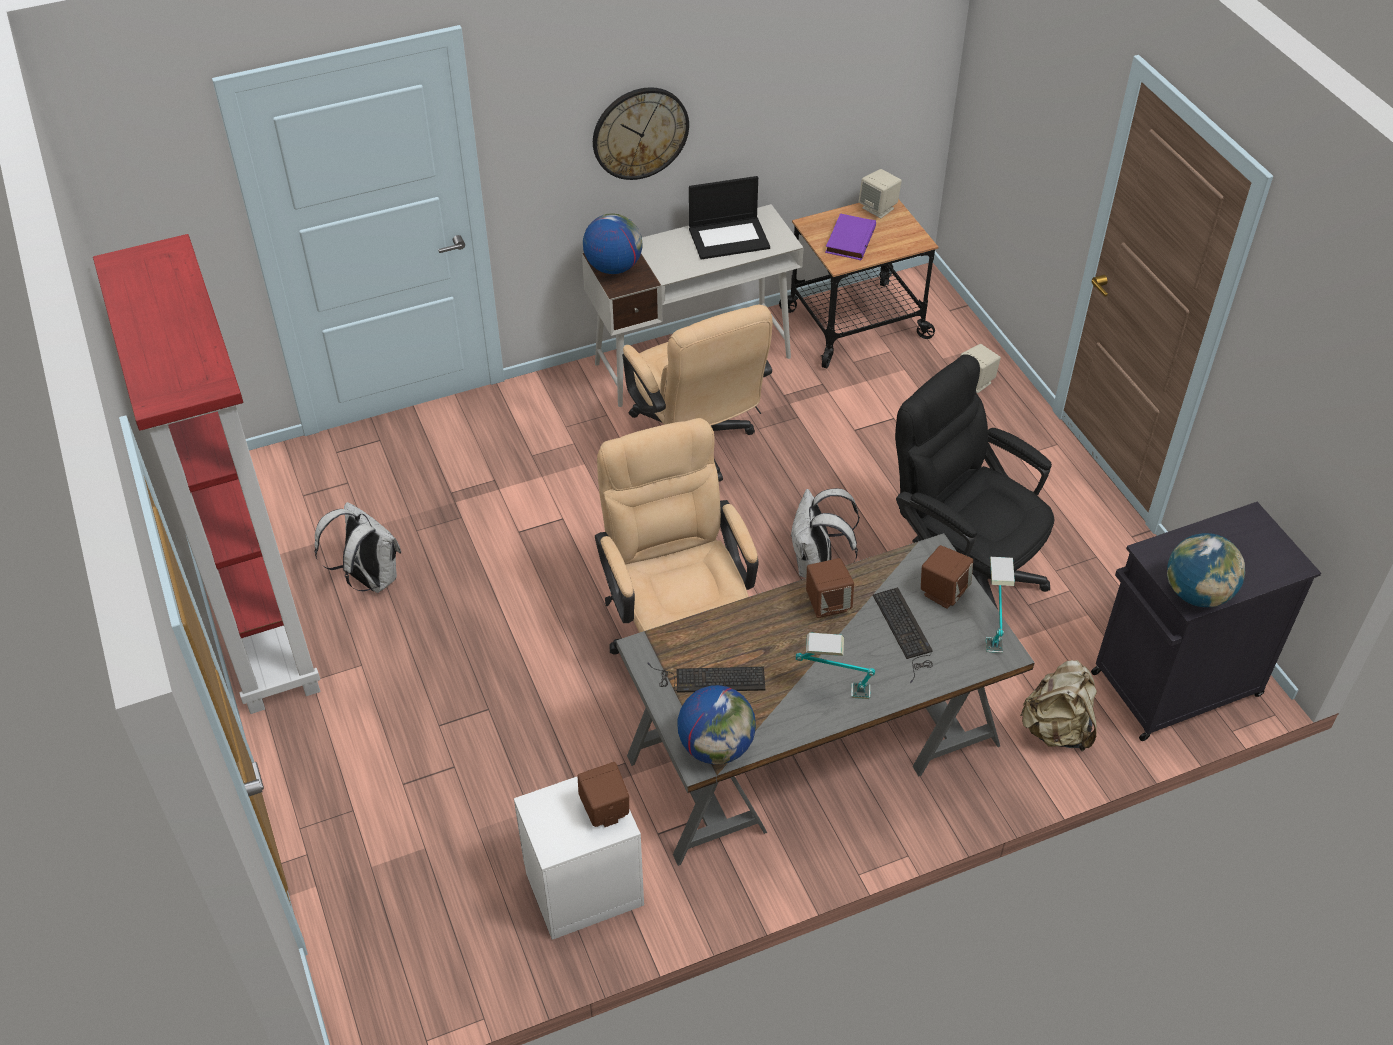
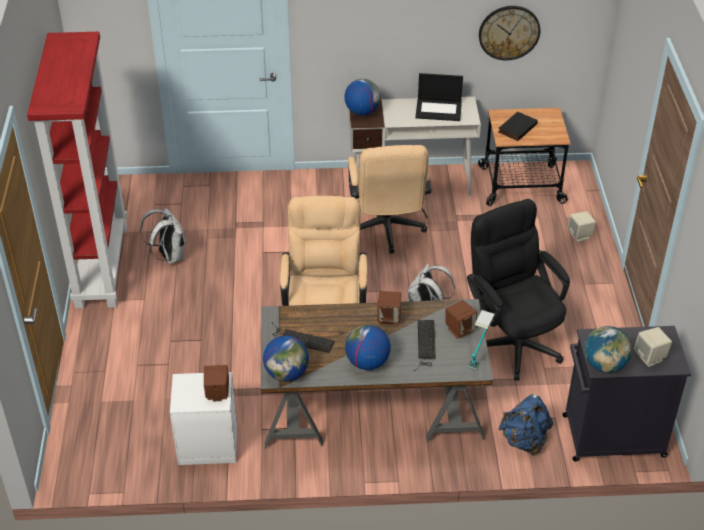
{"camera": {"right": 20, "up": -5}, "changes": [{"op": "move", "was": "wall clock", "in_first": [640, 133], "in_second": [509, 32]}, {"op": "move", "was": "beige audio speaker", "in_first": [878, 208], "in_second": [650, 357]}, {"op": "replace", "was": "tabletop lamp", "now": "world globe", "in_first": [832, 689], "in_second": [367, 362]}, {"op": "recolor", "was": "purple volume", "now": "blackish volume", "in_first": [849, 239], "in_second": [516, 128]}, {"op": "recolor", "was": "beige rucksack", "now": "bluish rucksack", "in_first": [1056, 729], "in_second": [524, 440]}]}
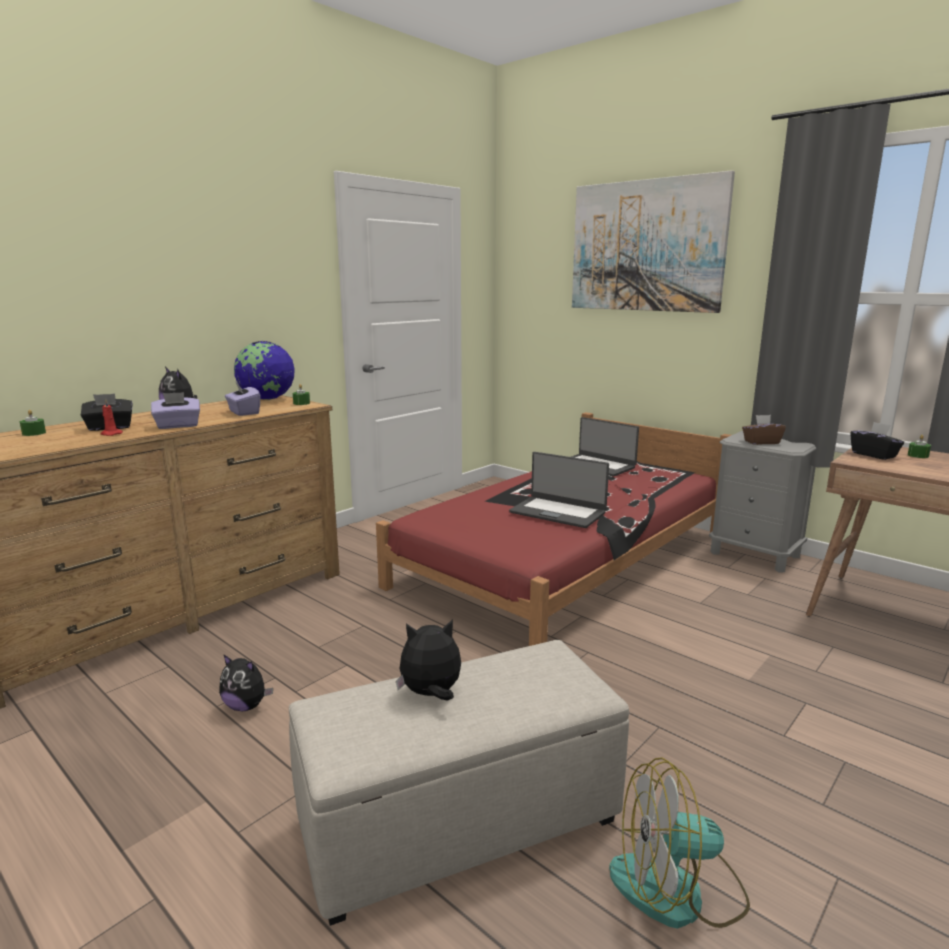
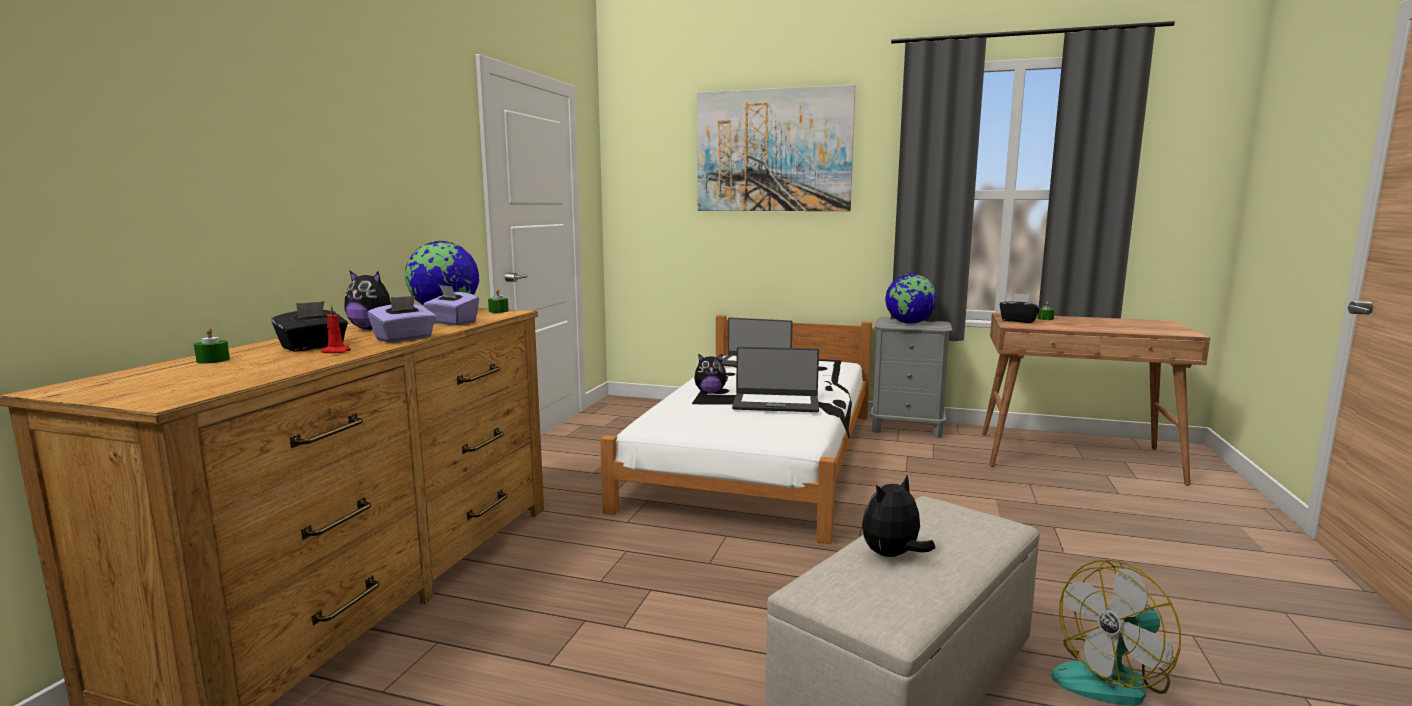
{"camera": {"right": -25, "up": -5}, "changes": [{"op": "move", "was": "soft toy", "in_first": [246, 706], "in_second": [710, 392]}, {"op": "replace", "was": "brown box of tissues", "now": "world globe", "in_first": [761, 442], "in_second": [909, 323]}, {"op": "recolor", "was": "red bed", "now": "white bed", "in_first": [566, 559], "in_second": [759, 456]}]}
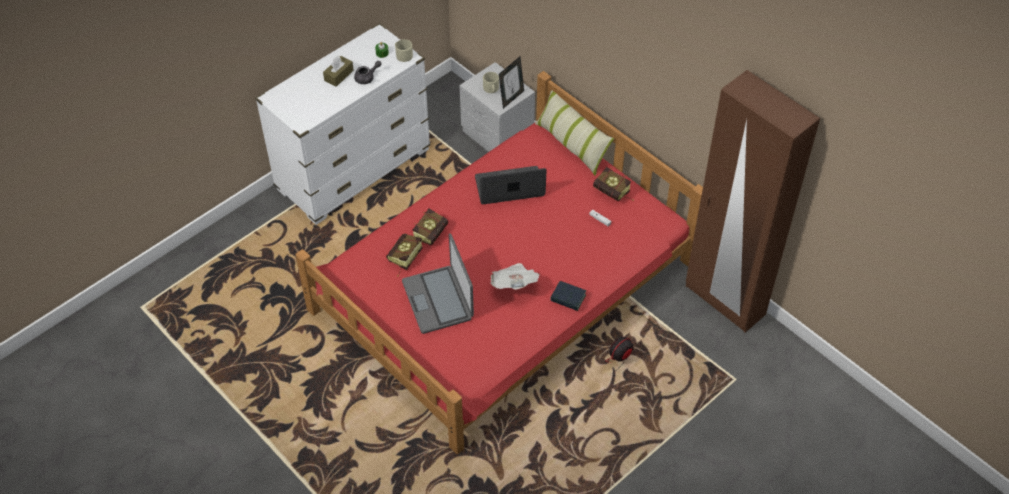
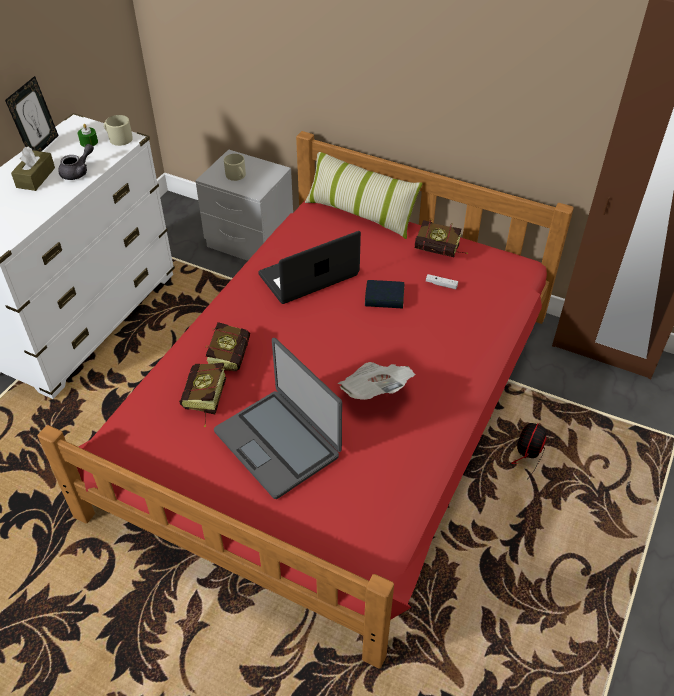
{"camera": {"right": -20, "up": -5}, "changes": [{"op": "move", "was": "picture frame", "in_first": [511, 98], "in_second": [41, 147]}, {"op": "move", "was": "volume", "in_first": [568, 298], "in_second": [384, 298]}]}
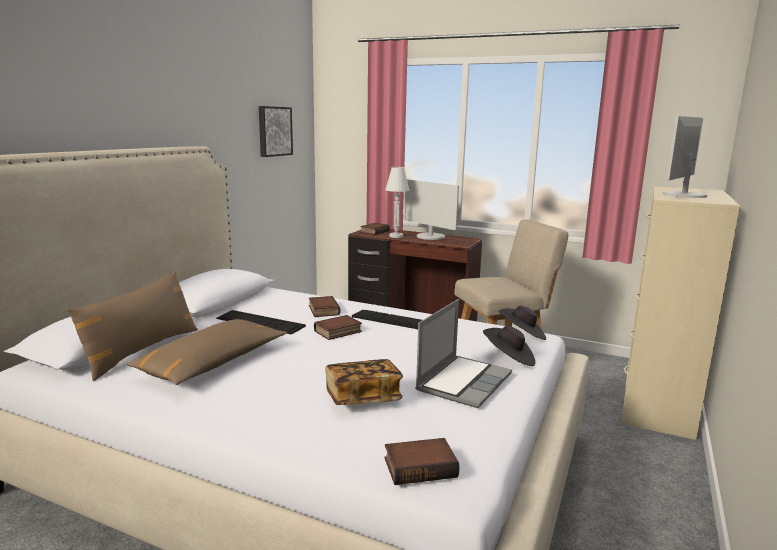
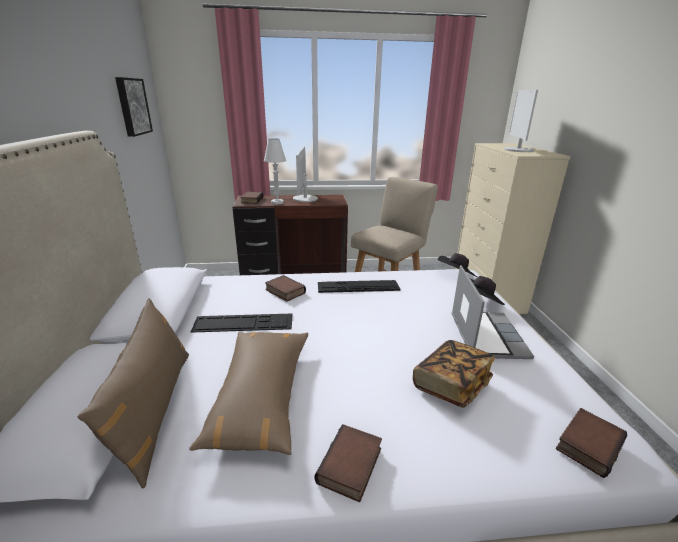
{"camera": {"right": -30, "up": 10}, "changes": [{"op": "move", "was": "volume", "in_first": [338, 332], "in_second": [351, 467]}, {"op": "rotate", "was": "computer screen", "in_first": [430, 237], "in_second": [304, 199], "clockwise": 75}]}
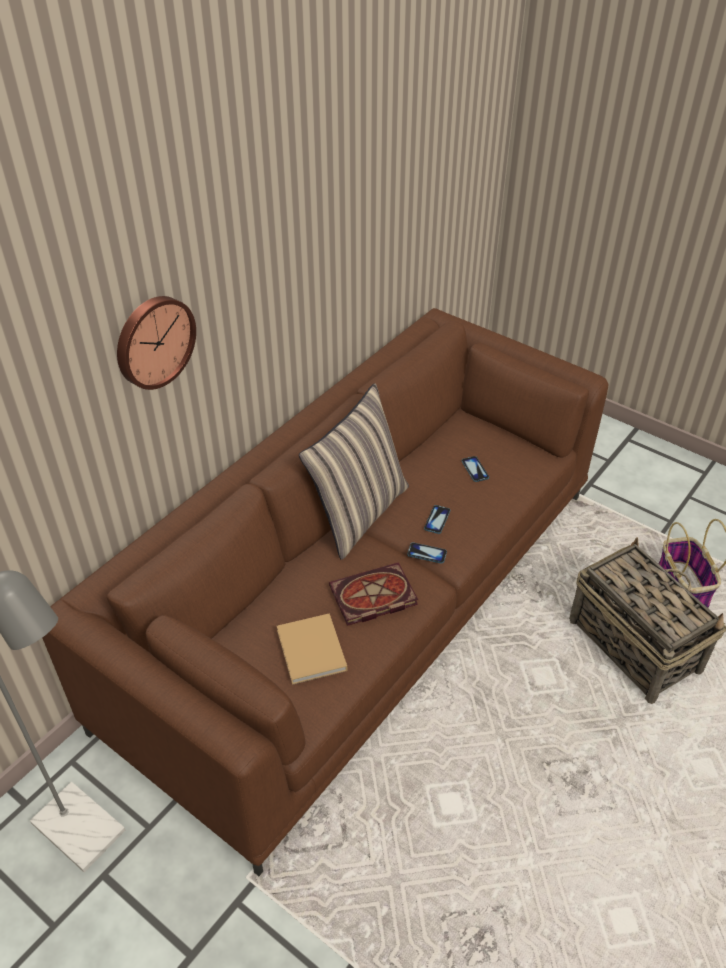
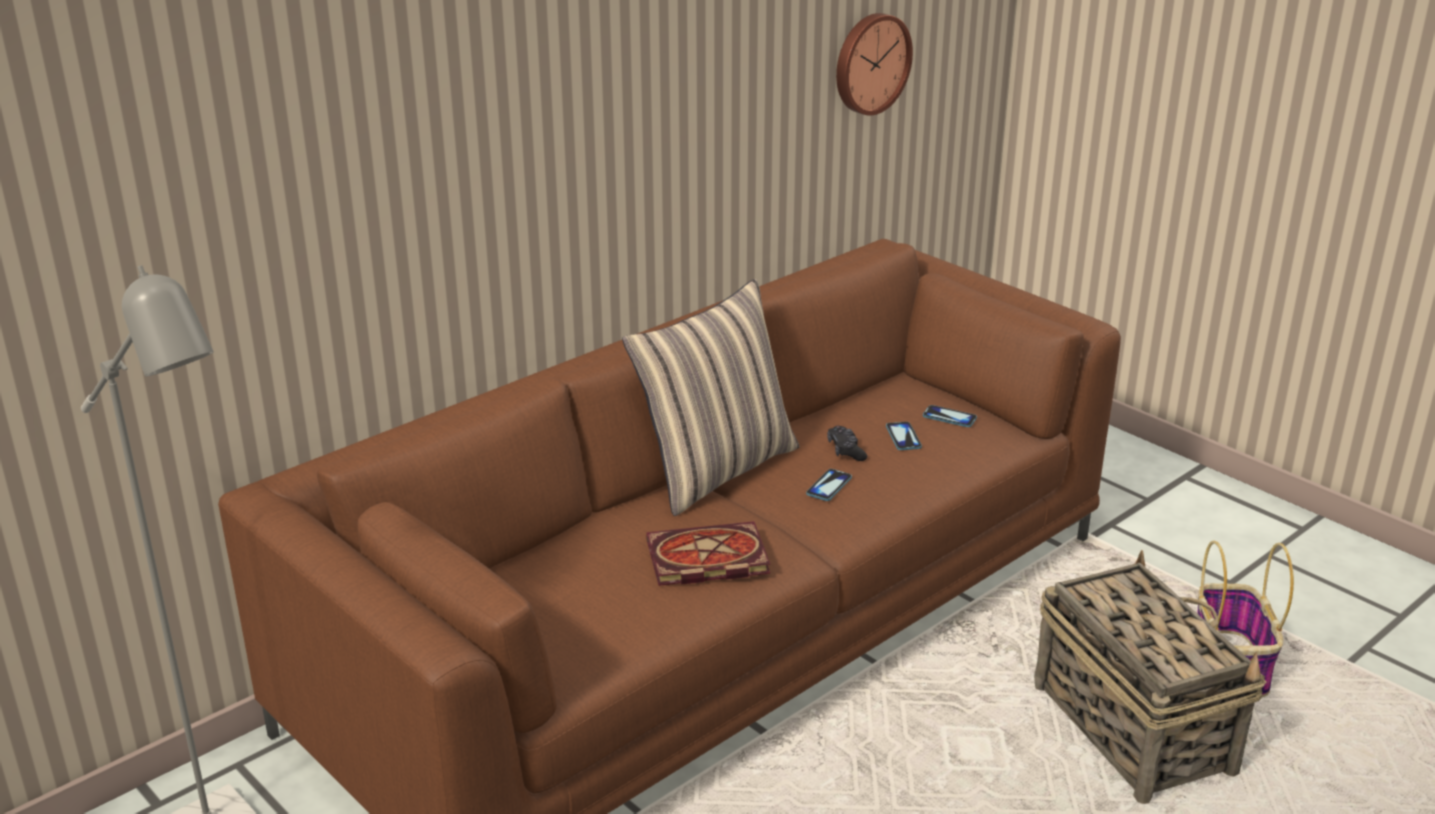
{"camera": {"right": 10, "up": -15}, "changes": [{"op": "delete", "was": "beige volume", "in_first": [312, 652]}, {"op": "insert", "now": "blackish game controller", "in_second": [846, 450]}, {"op": "move", "was": "wall clock", "in_first": [153, 341], "in_second": [870, 63]}, {"op": "move", "was": "telephone", "in_first": [427, 553], "in_second": [949, 417]}]}
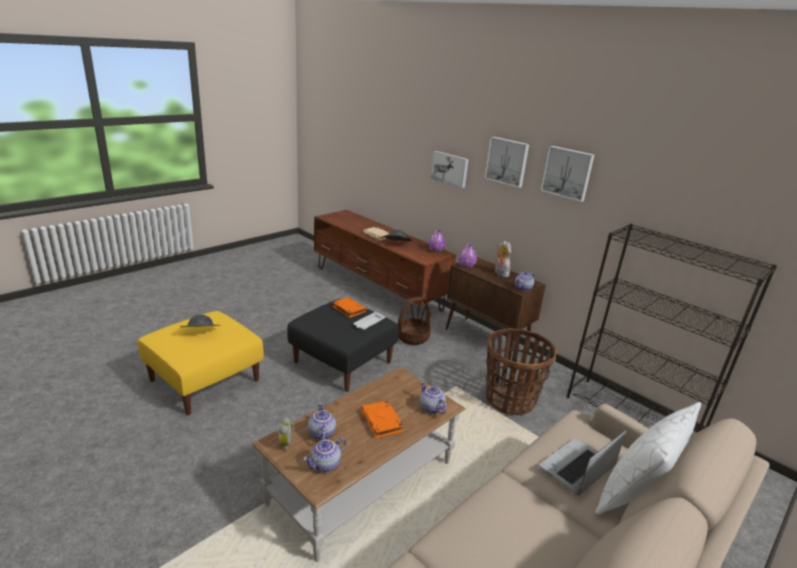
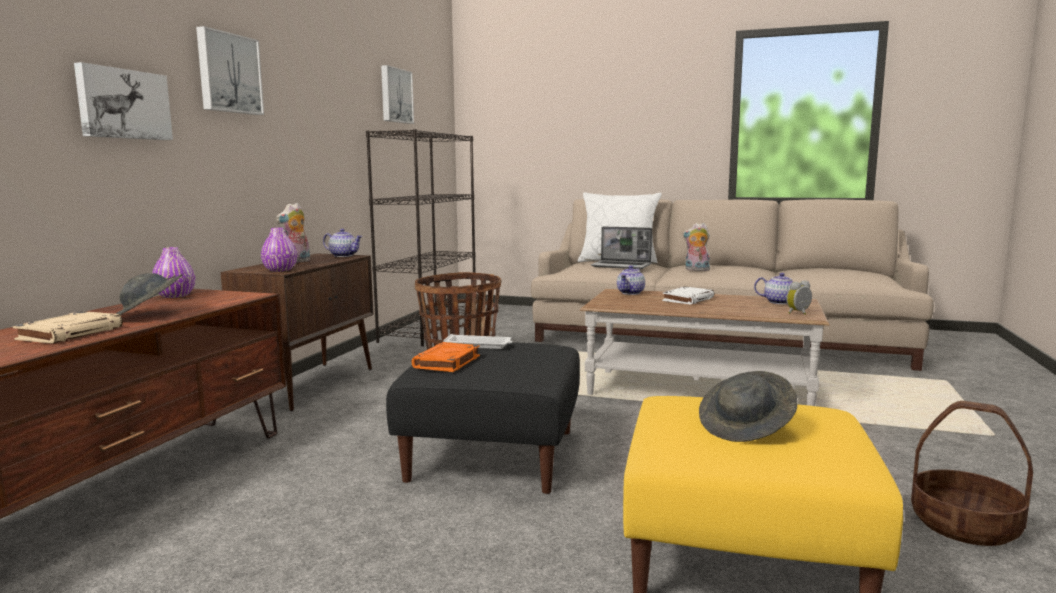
{"camera": {"right": -115, "up": -15}, "changes": [{"op": "delete", "was": "pot for tea", "in_first": [321, 433]}, {"op": "insert", "now": "soft toy", "in_second": [696, 270]}, {"op": "move", "was": "storage basket", "in_first": [412, 337], "in_second": [964, 525]}, {"op": "move", "was": "wall picture", "in_first": [567, 173], "in_second": [395, 95]}, {"op": "recolor", "was": "orange volume", "now": "white volume", "in_first": [382, 422], "in_second": [688, 299]}]}
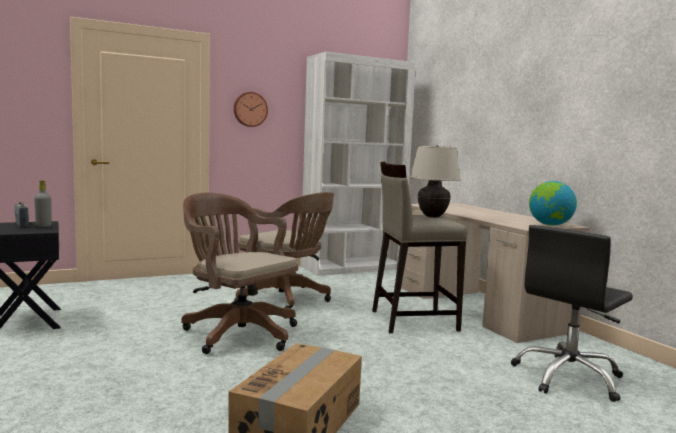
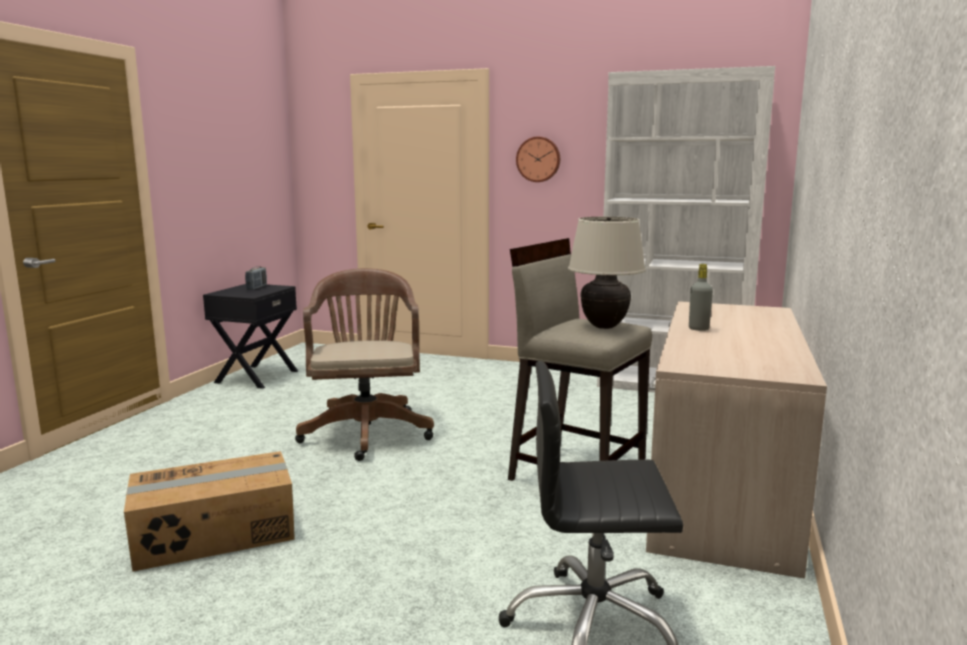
{"camera": {"right": 45, "up": 5}, "changes": [{"op": "delete", "was": "brown computer chair", "in_first": [285, 299]}, {"op": "delete", "was": "world globe", "in_first": [550, 225]}, {"op": "move", "was": "gray beverage bottle", "in_first": [43, 226], "in_second": [698, 329]}]}
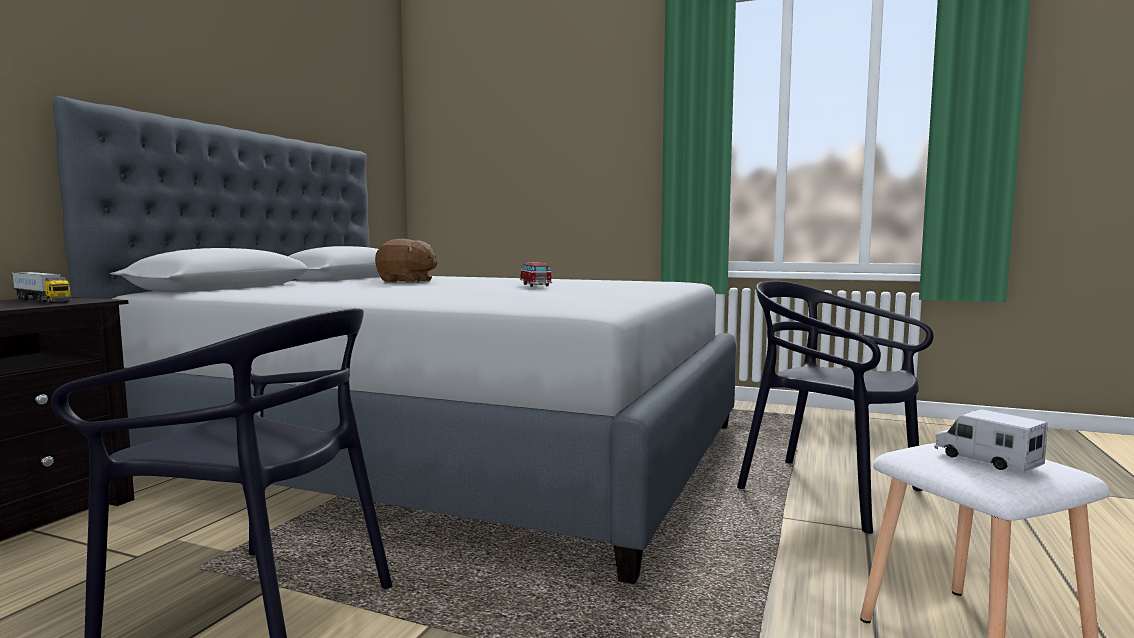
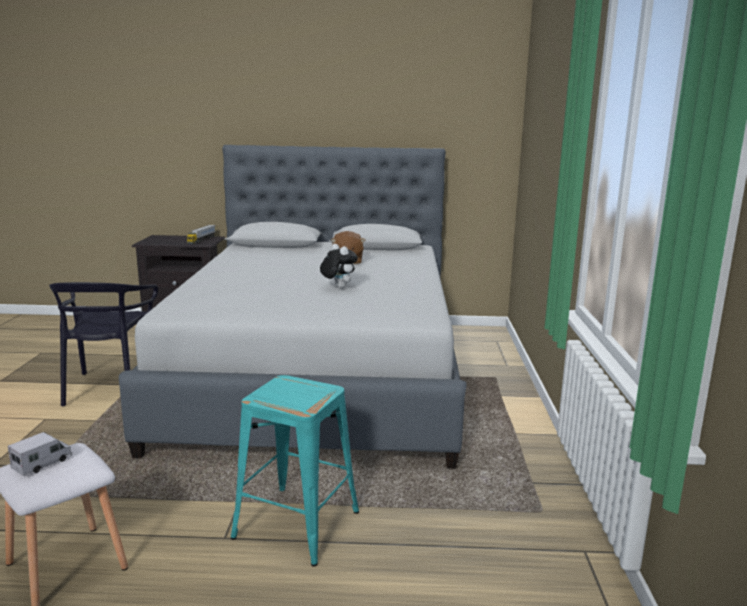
{"camera": {"right": 70, "up": 10}, "changes": [{"op": "replace", "was": "miniature car", "now": "soft toy", "in_first": [535, 285], "in_second": [338, 287]}, {"op": "replace", "was": "blackish chair", "now": "turquoise-coloured stool", "in_first": [829, 492], "in_second": [297, 523]}]}
